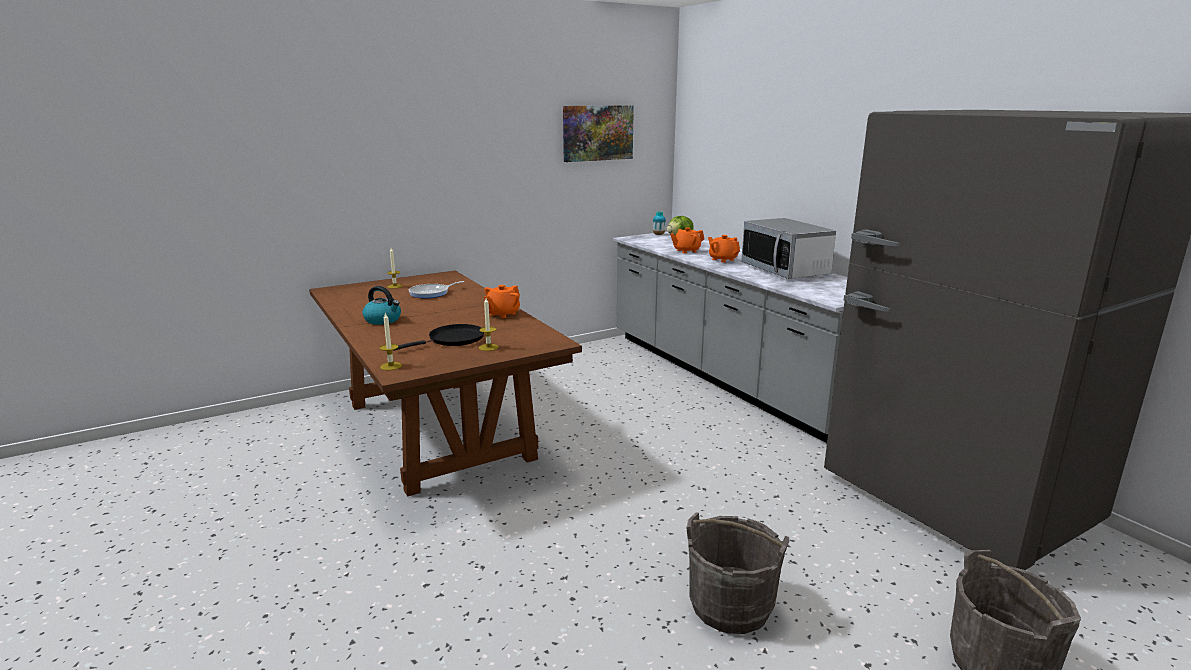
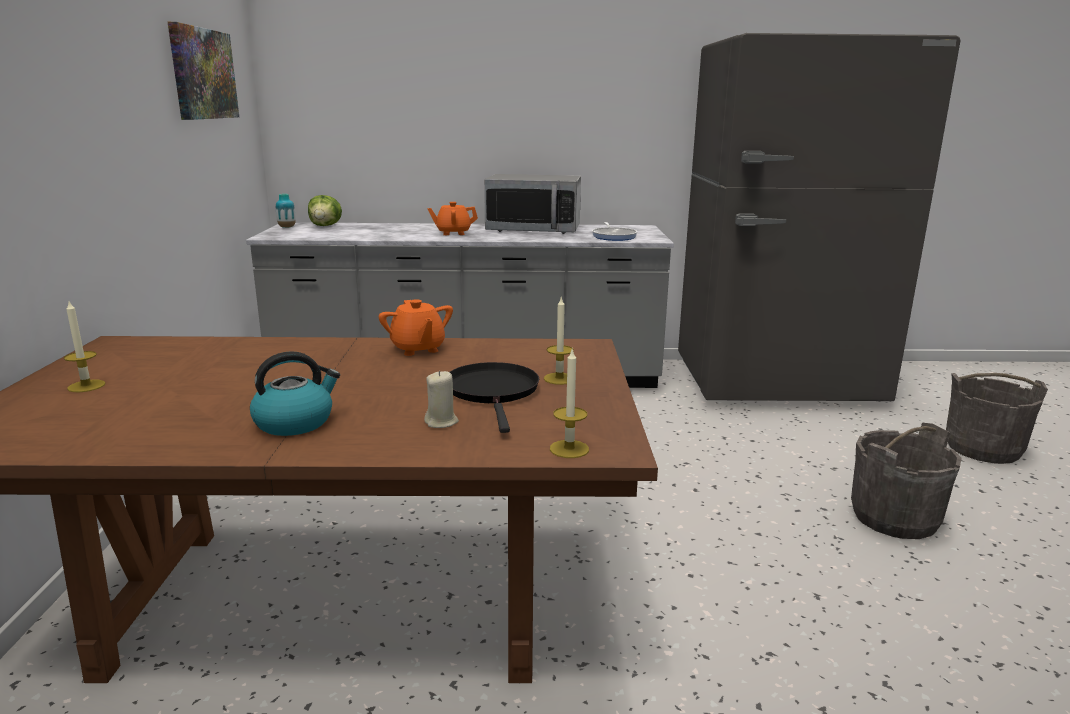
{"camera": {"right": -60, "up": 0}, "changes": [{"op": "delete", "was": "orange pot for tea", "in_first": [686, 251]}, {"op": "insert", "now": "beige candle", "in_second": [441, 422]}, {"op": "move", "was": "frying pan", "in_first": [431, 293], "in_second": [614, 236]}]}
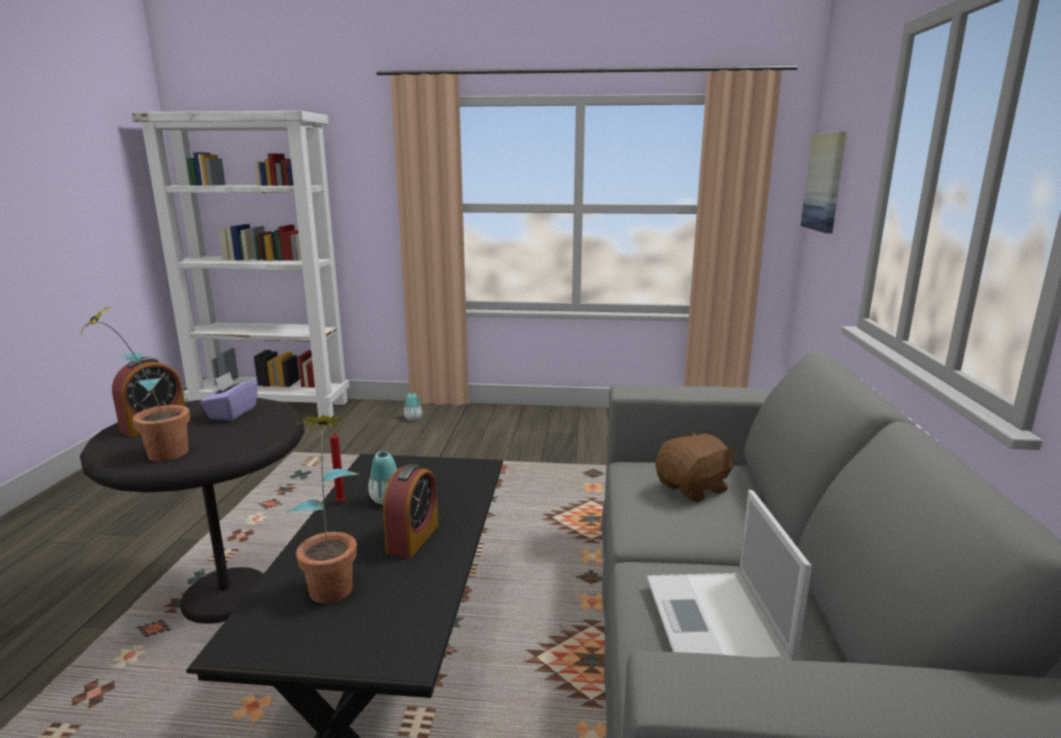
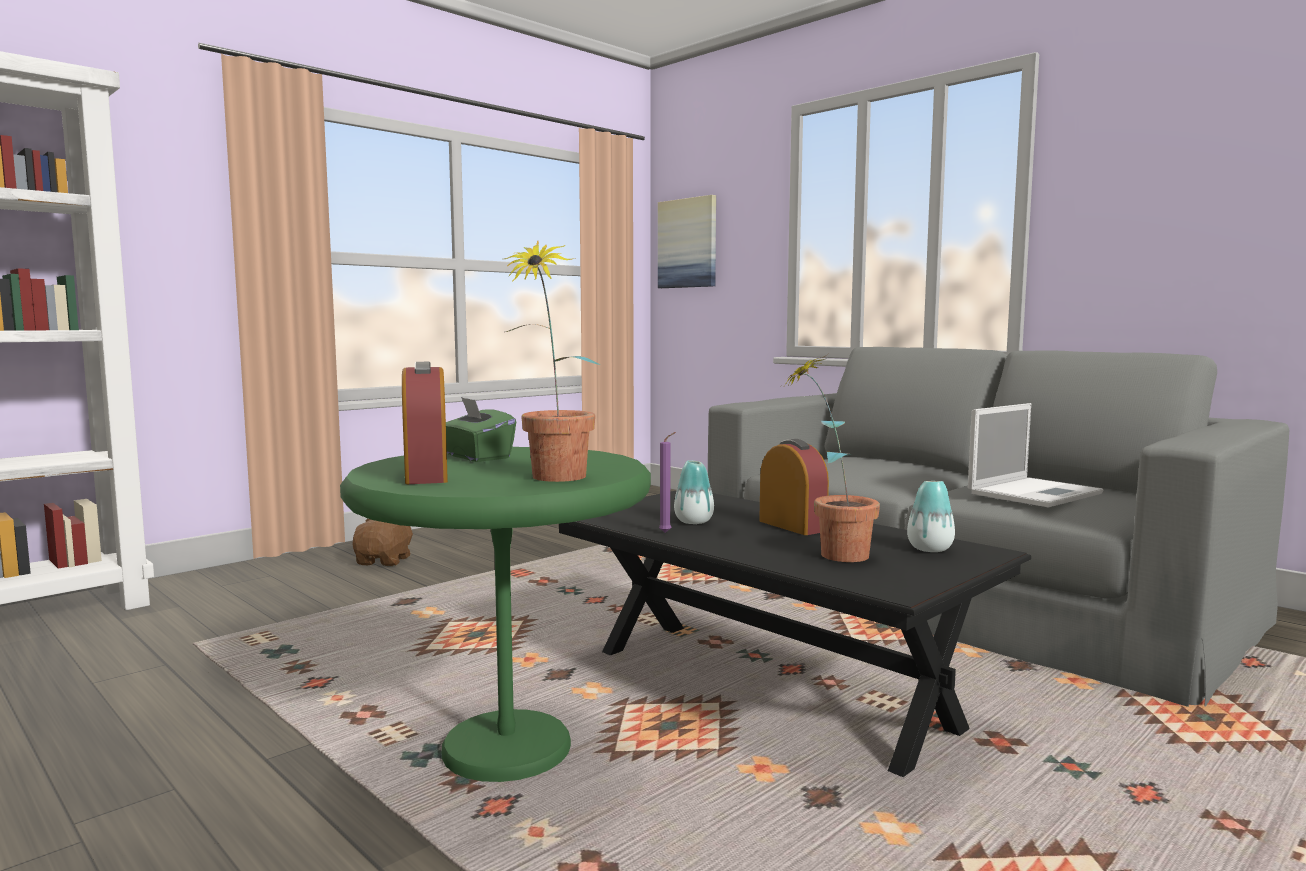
{"camera": {"right": -50, "up": -10}, "changes": [{"op": "move", "was": "flower vase", "in_first": [413, 418], "in_second": [930, 549]}, {"op": "move", "was": "brown soft toy", "in_first": [693, 488], "in_second": [384, 561]}, {"op": "recolor", "was": "blackish end table", "now": "green end table", "in_first": [226, 598], "in_second": [506, 750]}, {"op": "recolor", "was": "purple box of tissues", "now": "green box of tissues", "in_first": [232, 413], "in_second": [477, 457]}, {"op": "recolor", "was": "red candle", "now": "purple candle", "in_first": [341, 503], "in_second": [667, 532]}, {"op": "rotate", "was": "laptop", "in_first": [716, 622], "in_second": [1035, 493], "clockwise": -75}]}
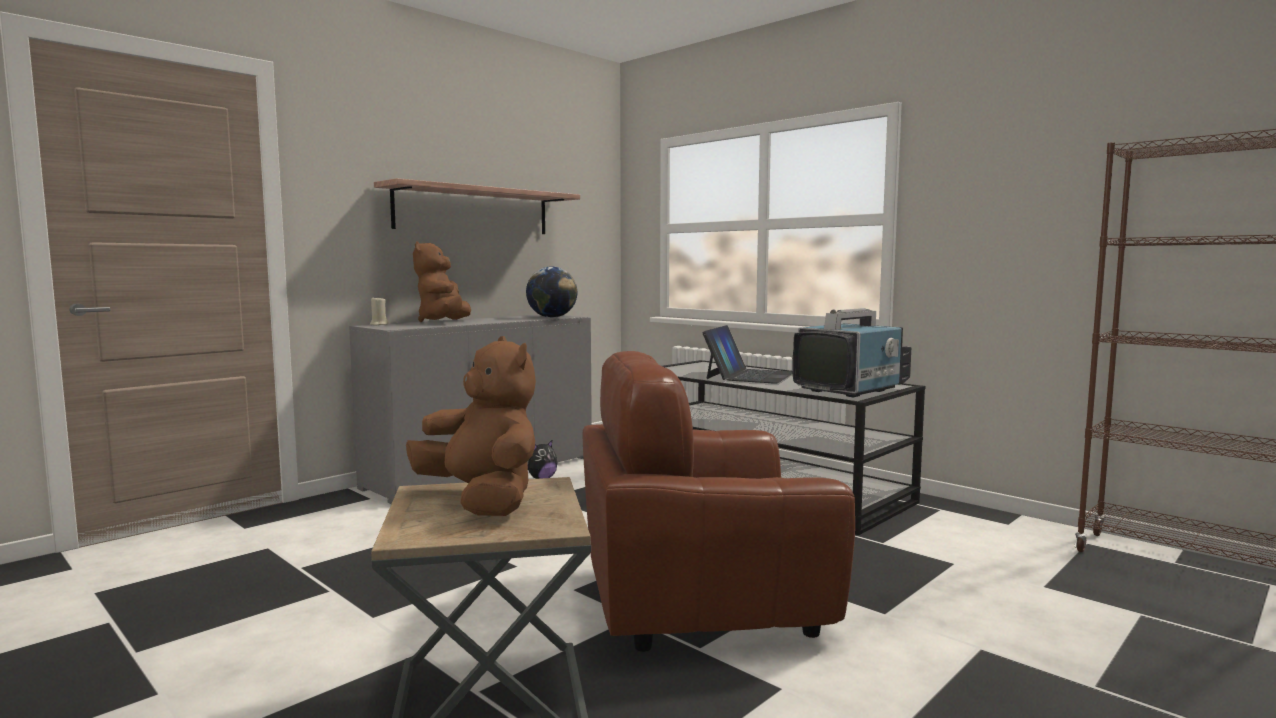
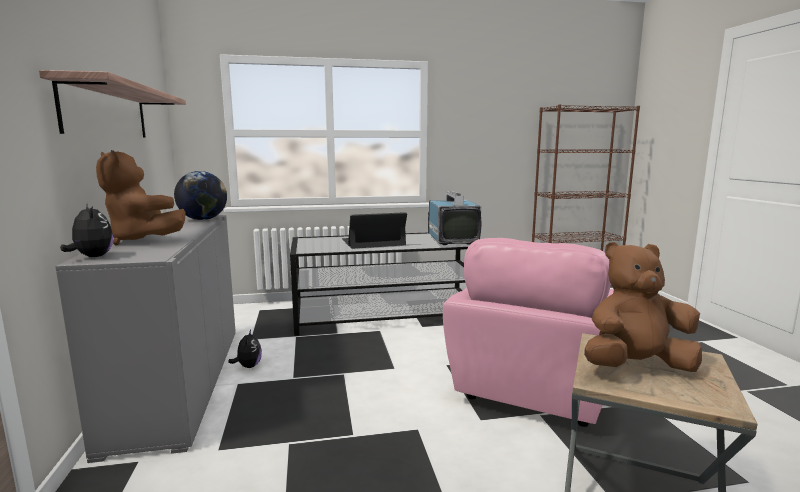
{"camera": {"right": -55, "up": 5}, "changes": [{"op": "replace", "was": "beige candle", "now": "soft toy", "in_first": [379, 324], "in_second": [92, 257]}, {"op": "recolor", "was": "brown easy chair", "now": "pink-coloured easy chair", "in_first": [700, 602], "in_second": [533, 387]}, {"op": "rotate", "was": "laptop", "in_first": [749, 375], "in_second": [373, 242], "clockwise": -75}]}
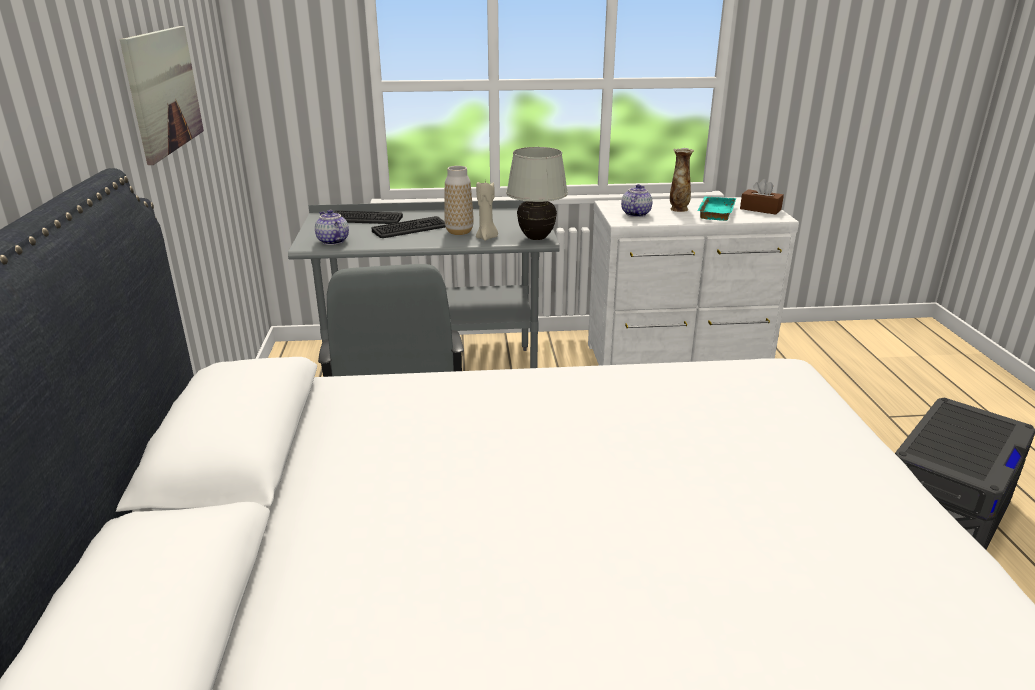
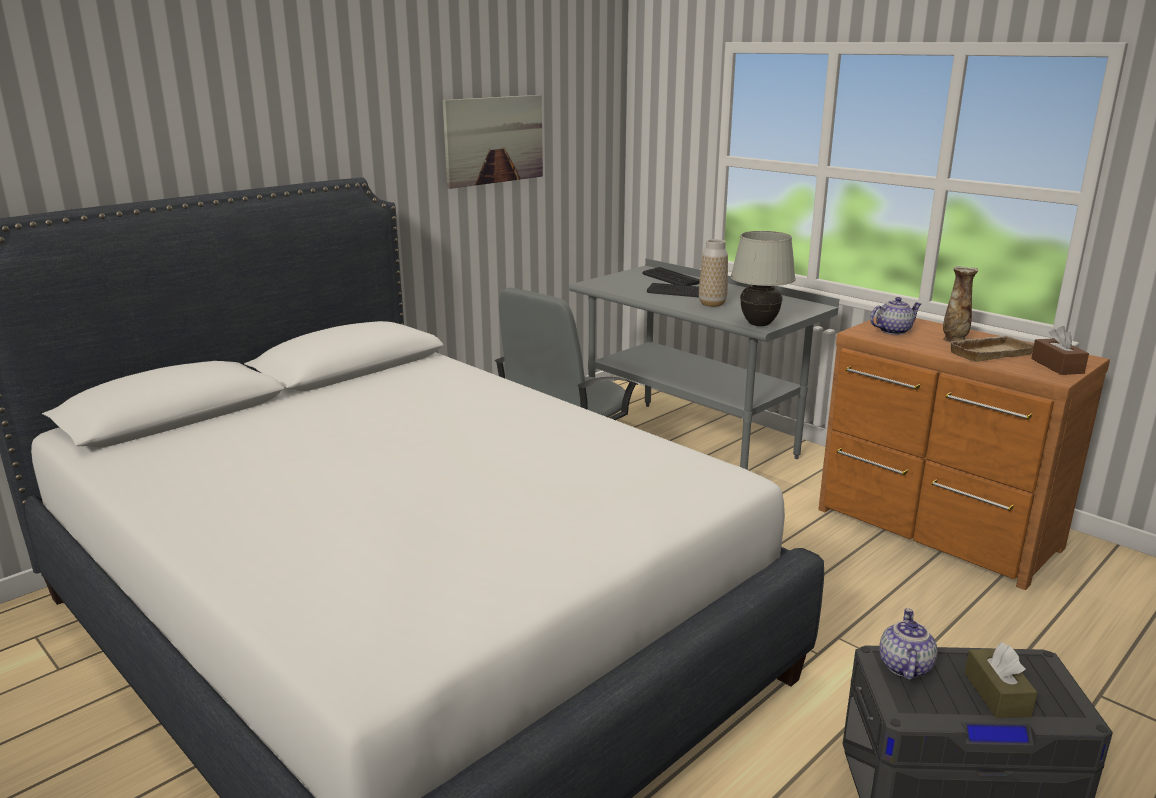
{"camera": {"right": 50, "up": -5}, "changes": [{"op": "delete", "was": "beige candle", "in_first": [487, 238]}, {"op": "insert", "now": "brown box of tissues", "in_second": [997, 694]}, {"op": "move", "was": "pot for tea", "in_first": [332, 241], "in_second": [903, 666]}, {"op": "recolor", "was": "white drawer chest", "now": "brown drawer chest", "in_first": [679, 361], "in_second": [935, 531]}, {"op": "recolor", "was": "turquoise-coloured carrying tray", "now": "beige carrying tray", "in_first": [714, 212], "in_second": [988, 352]}]}
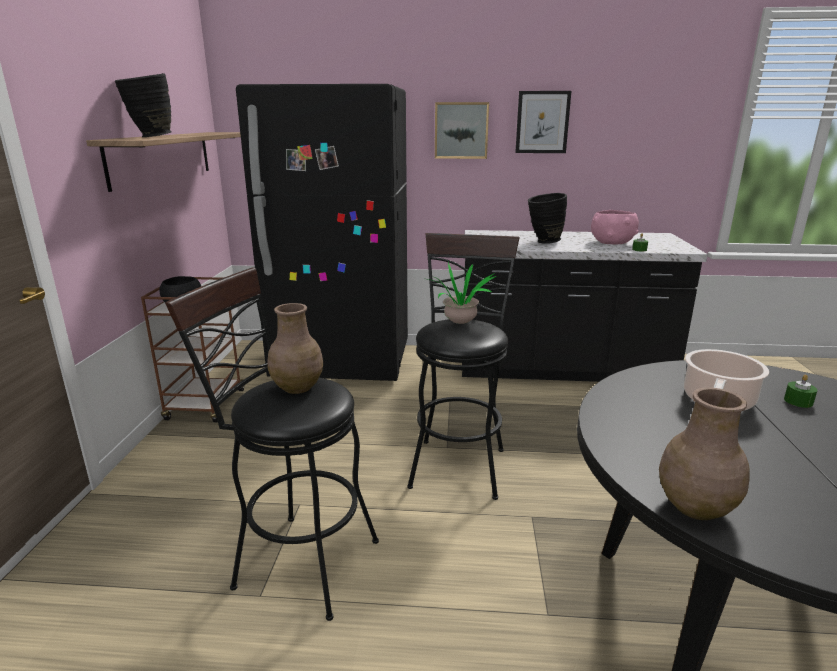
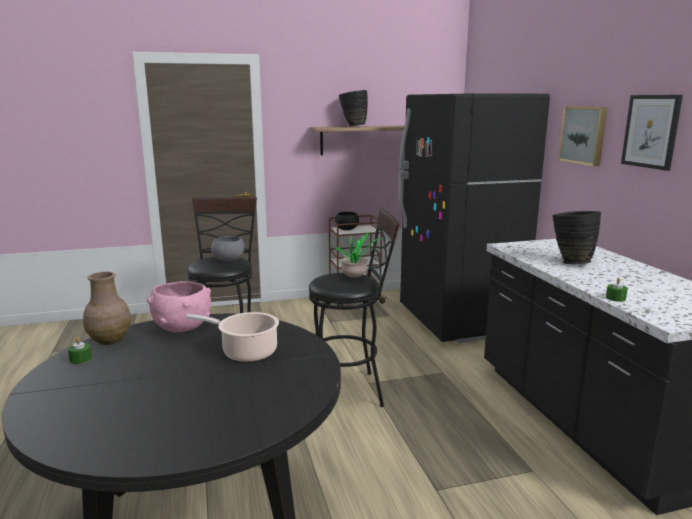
{"camera": {"right": 70, "up": -5}, "changes": [{"op": "move", "was": "pink-coloured bowl", "in_first": [611, 243], "in_second": [182, 327]}, {"op": "move", "was": "green candle", "in_first": [798, 401], "in_second": [80, 359]}, {"op": "replace", "was": "brown flower vase", "now": "gray bowl", "in_first": [298, 387], "in_second": [228, 260]}]}
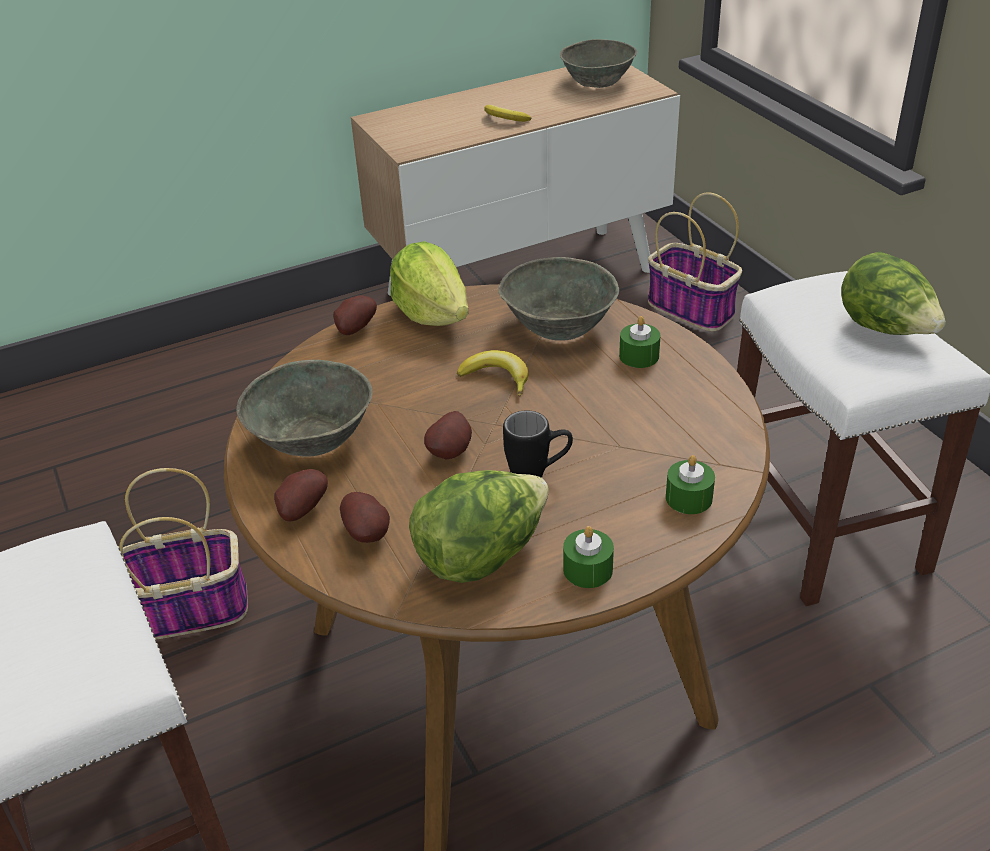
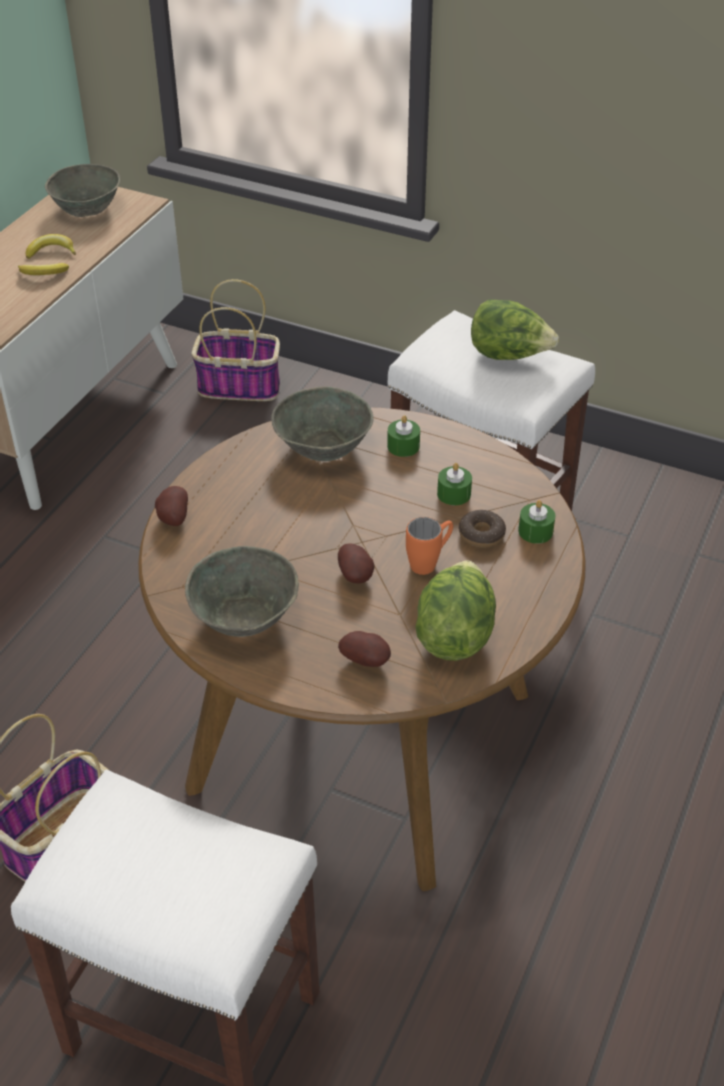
{"camera": {"right": -40, "up": 5}, "changes": [{"op": "delete", "was": "whole potato", "in_first": [301, 510]}, {"op": "delete", "was": "lettuce head", "in_first": [432, 314]}, {"op": "insert", "now": "doughnut", "in_second": [481, 534]}, {"op": "move", "was": "banana fruit", "in_first": [497, 378], "in_second": [51, 252]}, {"op": "move", "was": "green candle", "in_first": [588, 569], "in_second": [454, 494]}, {"op": "recolor", "was": "blackish tea mug", "now": "orange tea mug", "in_first": [538, 474], "in_second": [429, 562]}]}
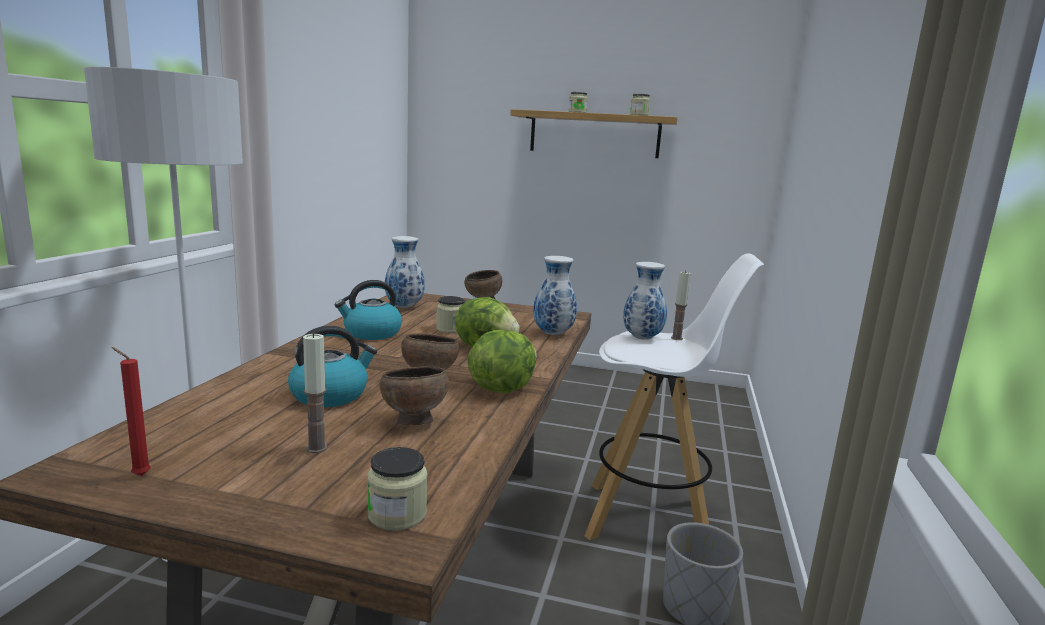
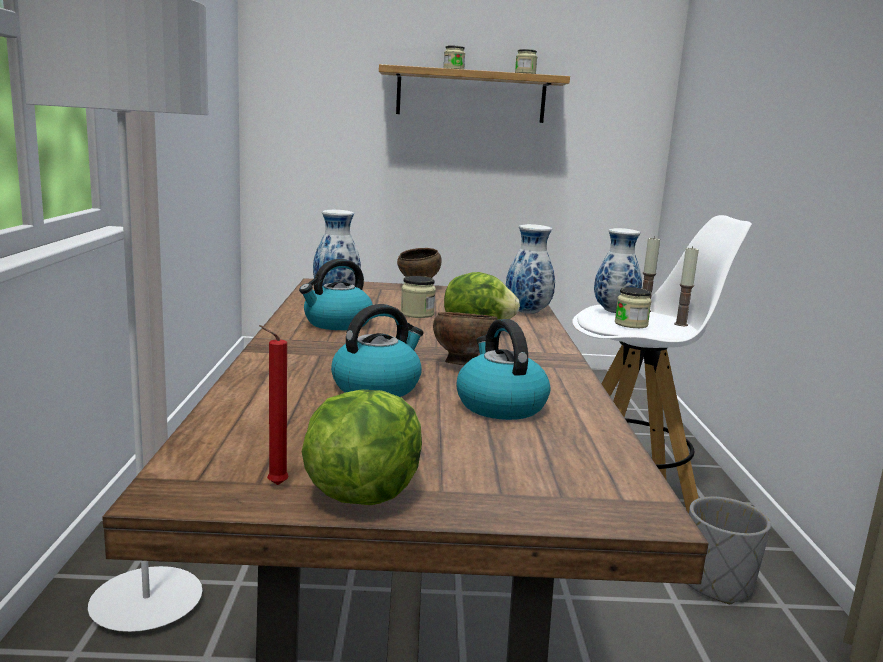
{"camera": {"right": -15, "up": 0}, "changes": [{"op": "move", "was": "candle", "in_first": [316, 448], "in_second": [681, 324]}, {"op": "move", "was": "jar", "in_first": [397, 514], "in_second": [631, 324]}, {"op": "move", "was": "lettuce head", "in_first": [501, 388], "in_second": [362, 493]}, {"op": "replace", "was": "brown bowl", "now": "kettle", "in_first": [412, 422], "in_second": [499, 405]}]}
